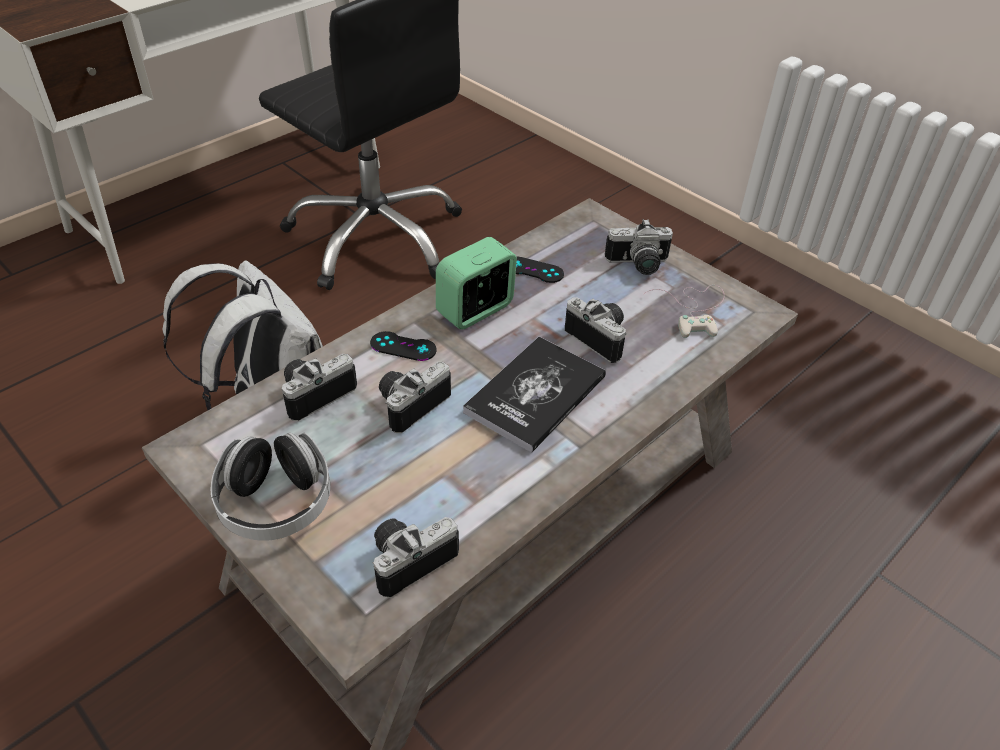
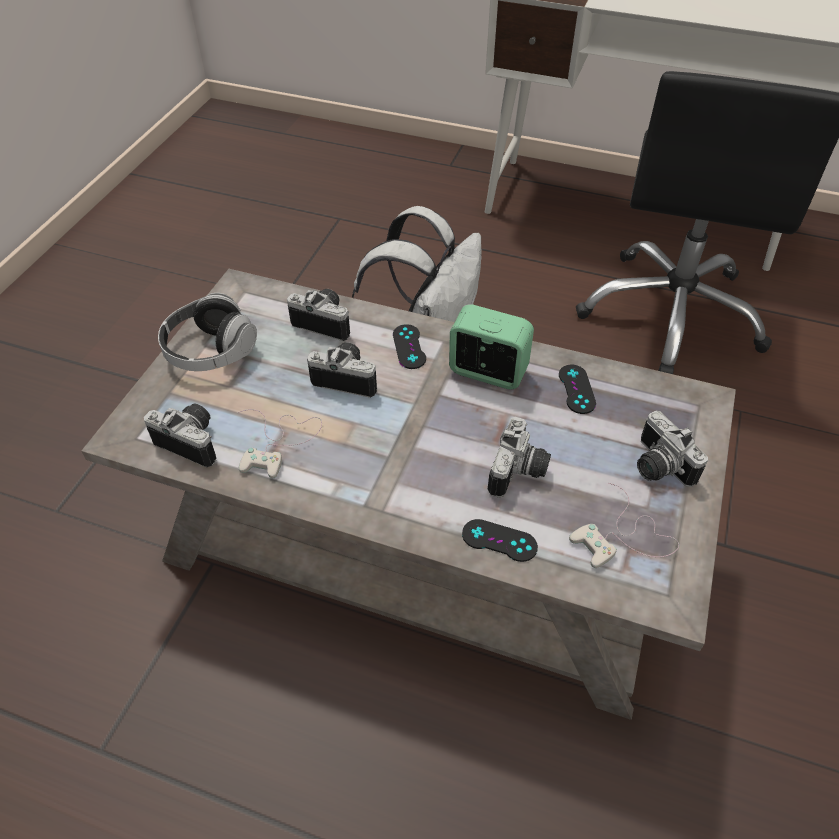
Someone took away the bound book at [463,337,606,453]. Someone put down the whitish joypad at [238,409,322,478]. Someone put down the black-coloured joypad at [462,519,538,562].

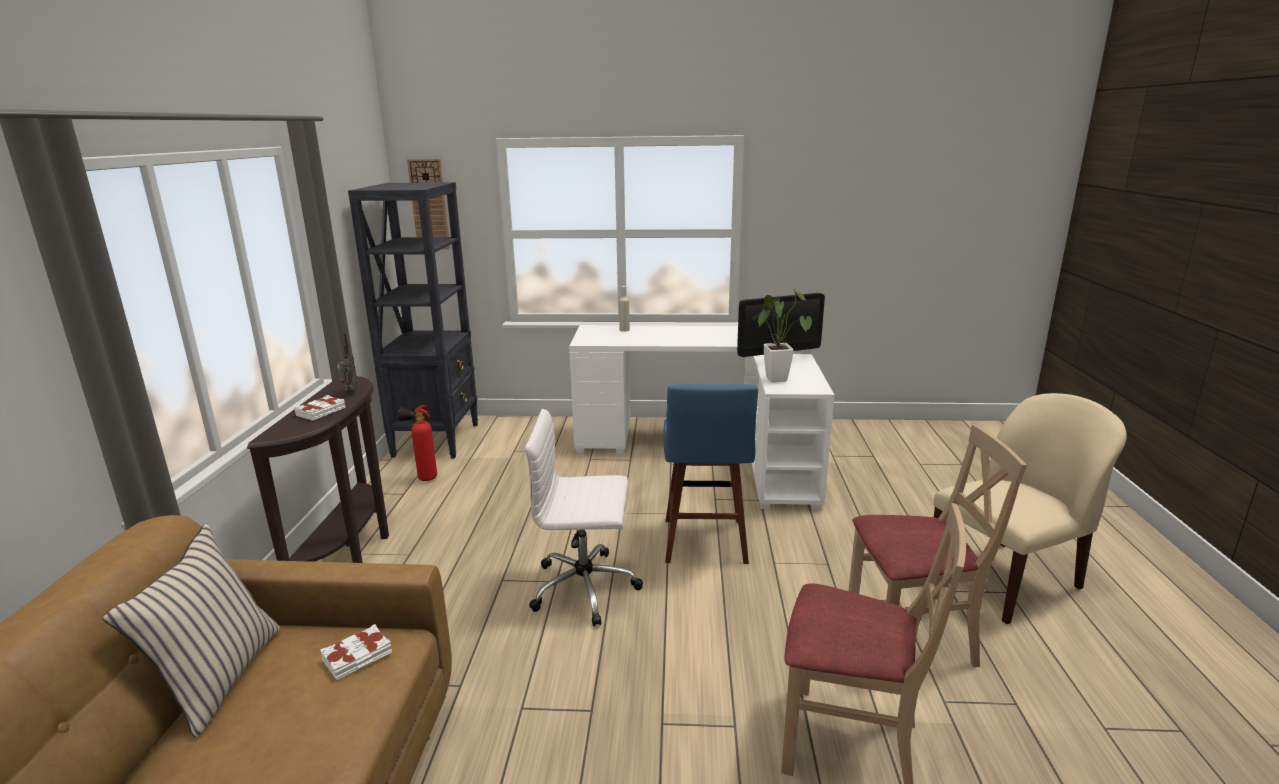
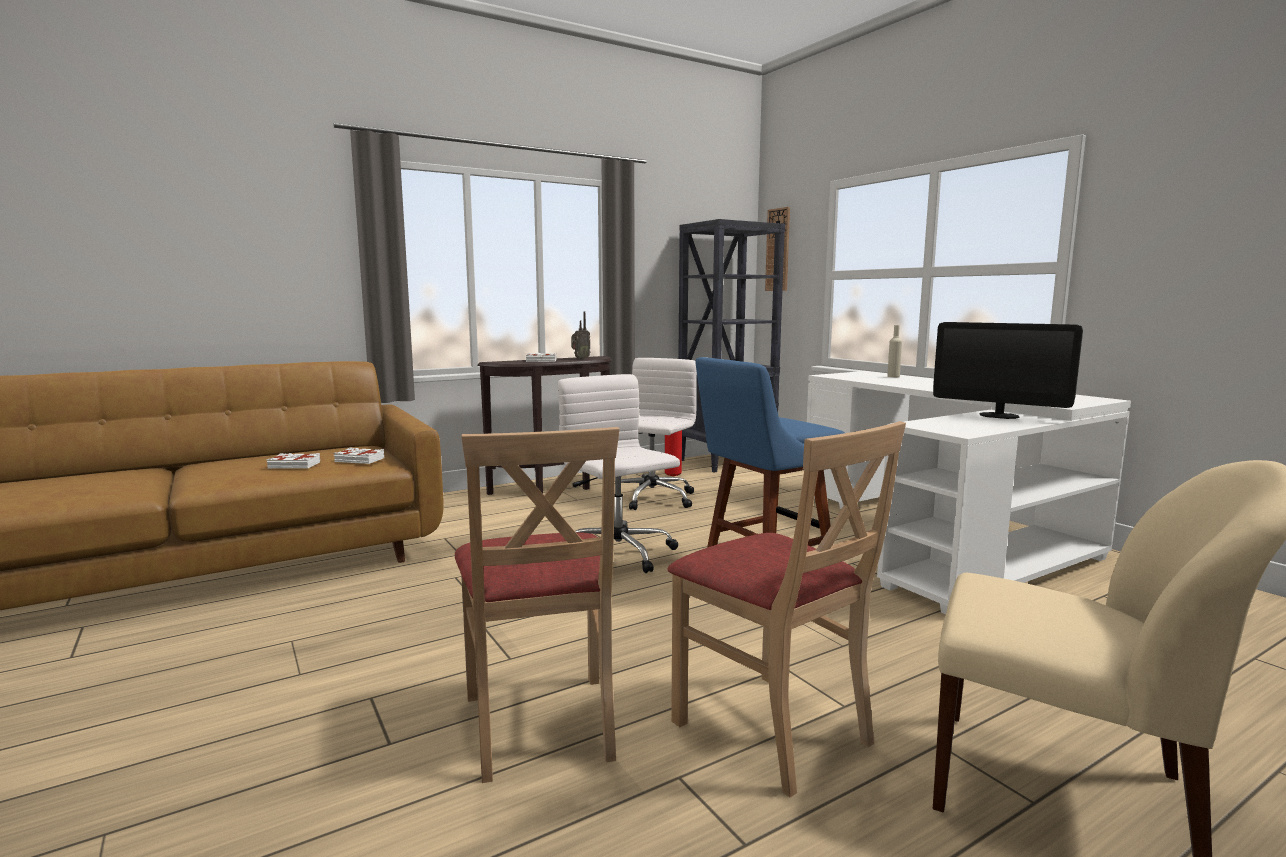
Someone took away the beige-coloured throw pillow at [102,523,280,738]. Someone took away the potted plant at [753,289,812,382]. Someone put down the whitish bound book at [266,453,320,469]. Someone put down the whitish computer chair at [621,358,697,510].

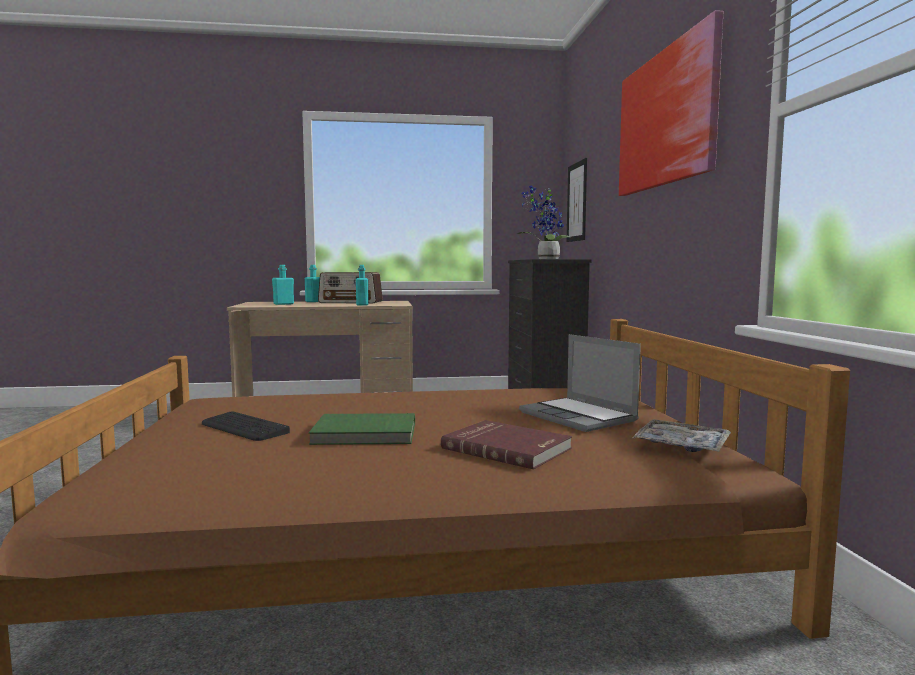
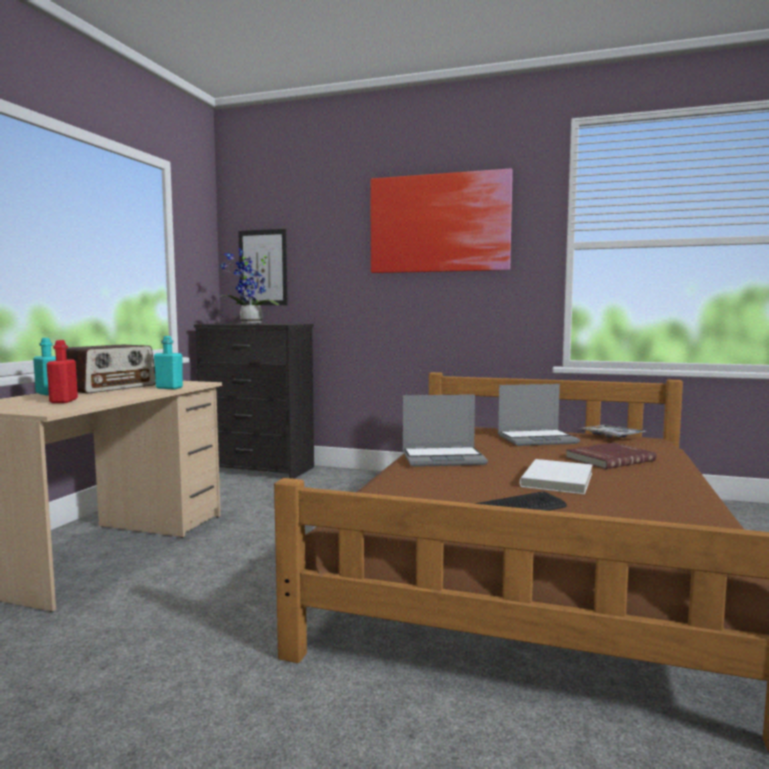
Someone repainted the turquoise bottle at [272,265,294,305], which became the red bottle at [47,340,78,403]. Someone repainted the green bound book at [309,413,415,445], which became the whitish bound book at [519,459,592,494]. Someone put down the portable computer at [403,394,488,467].

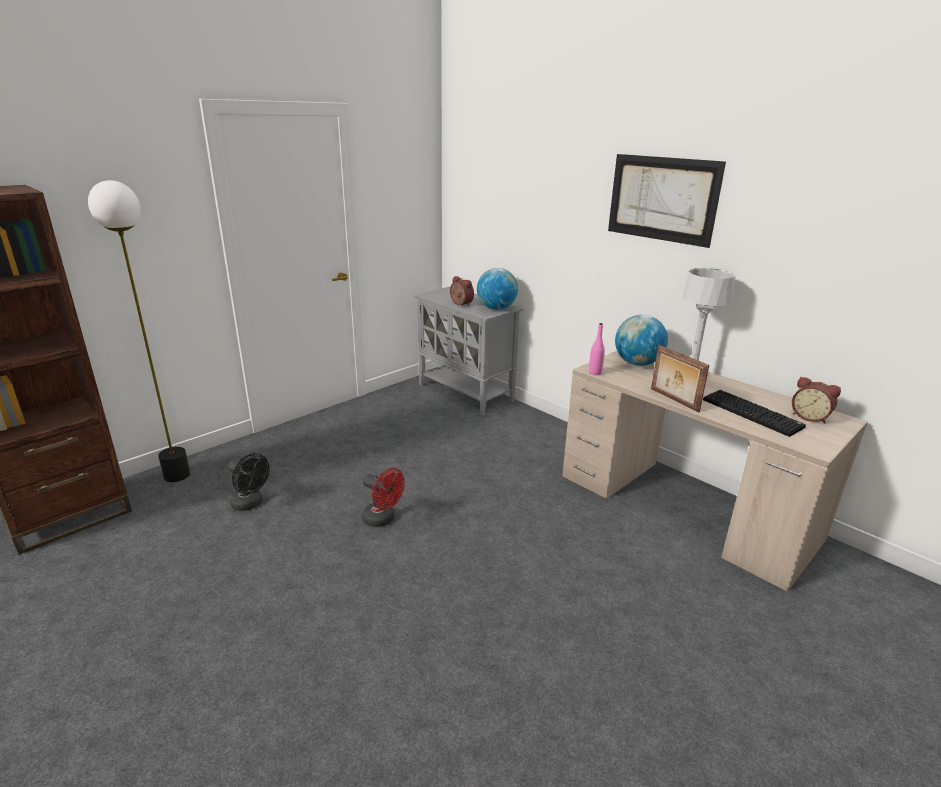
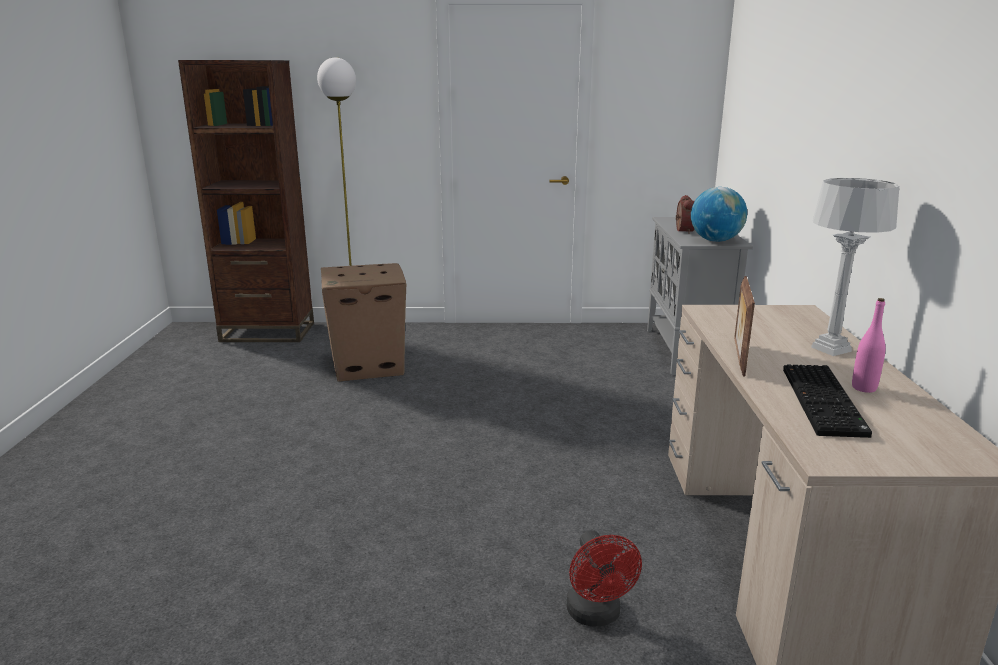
Someone swapped the black-coloured cooling fan at [228,453,270,511] for the carton at [321,263,406,382]. Someone carried the red cooling fan from [362,468,405,527] to [566,530,642,627]. Someone carried the pink bottle from [589,323,605,375] to [852,298,886,393]. Someone took away the picture at [608,154,726,248]. Someone took away the world globe at [615,315,668,366]. Someone took away the bedside clock at [792,377,841,424].

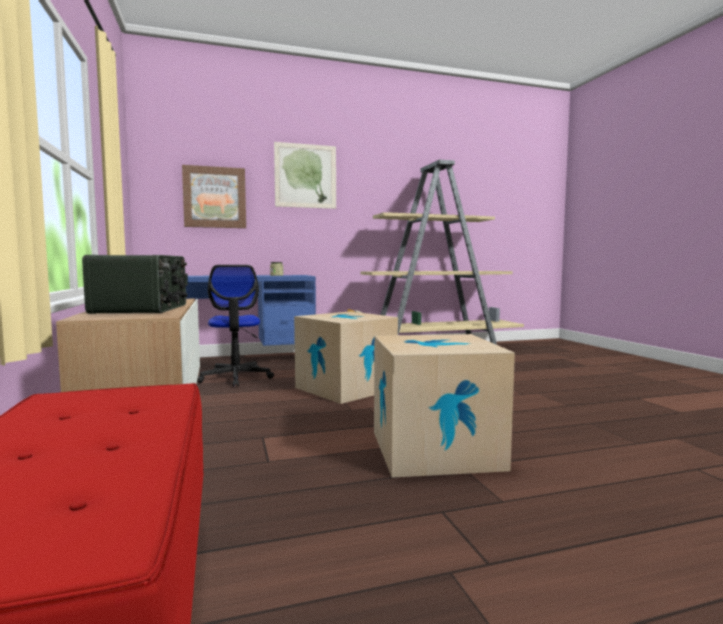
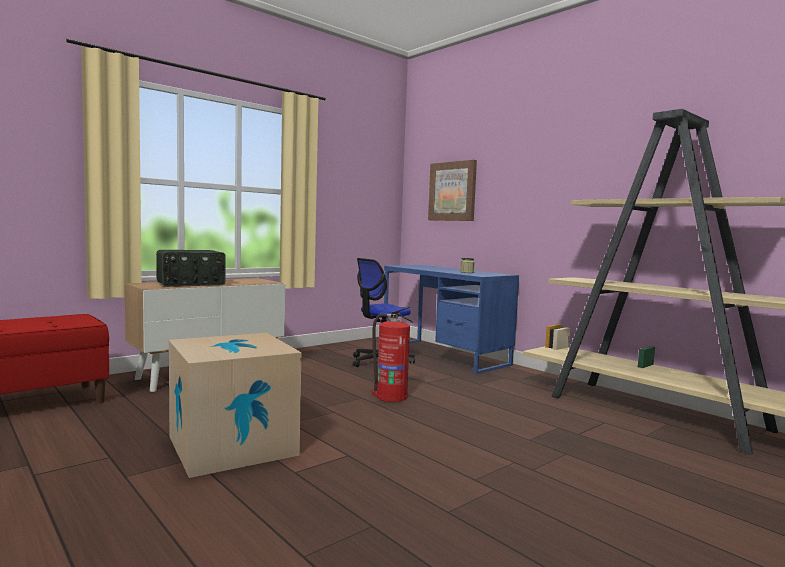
Someone took away the picture at [274,142,336,209]. Someone swapped the carton at [294,312,398,404] for the fire extinguisher at [372,307,413,402].

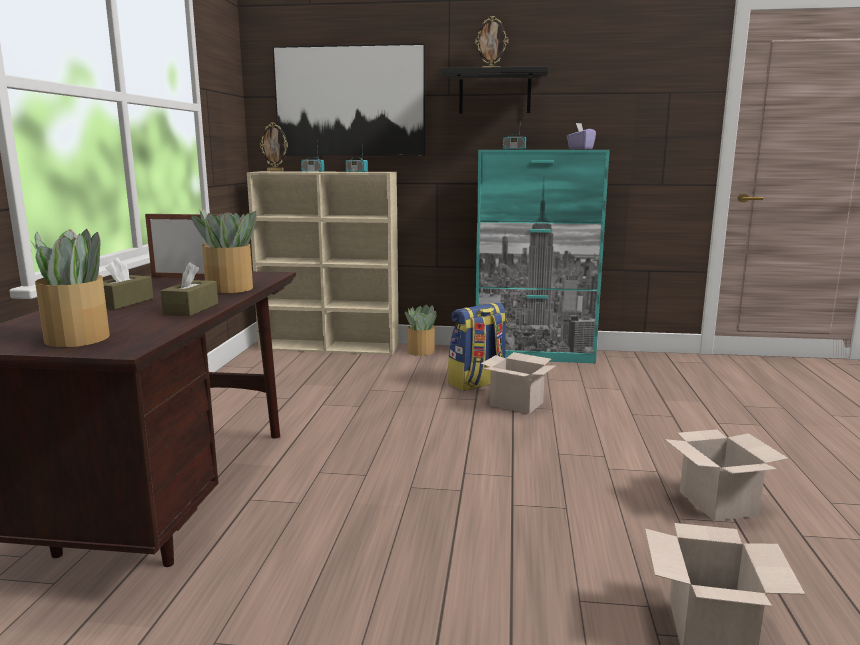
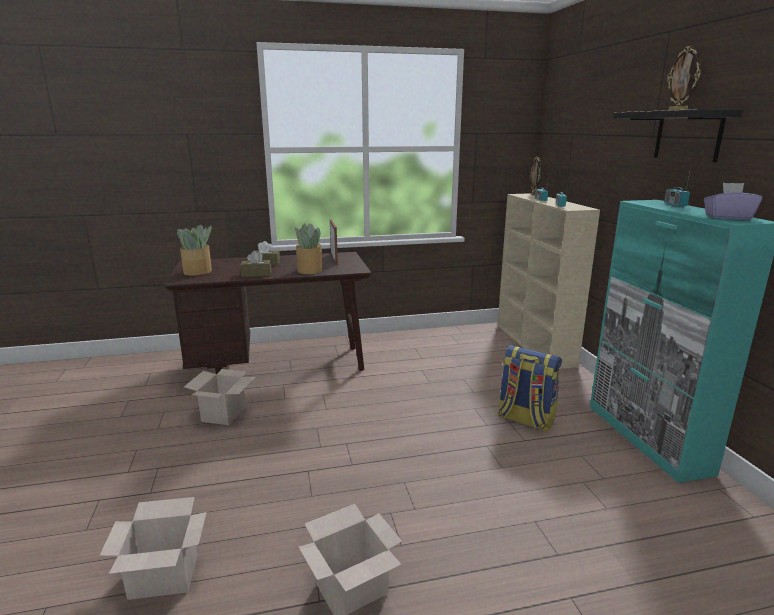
Someone took away the picture at [272,43,425,156]. Someone took away the potted plant at [405,304,437,356]. Someone carried the carton from [481,352,555,414] to [184,369,256,425].

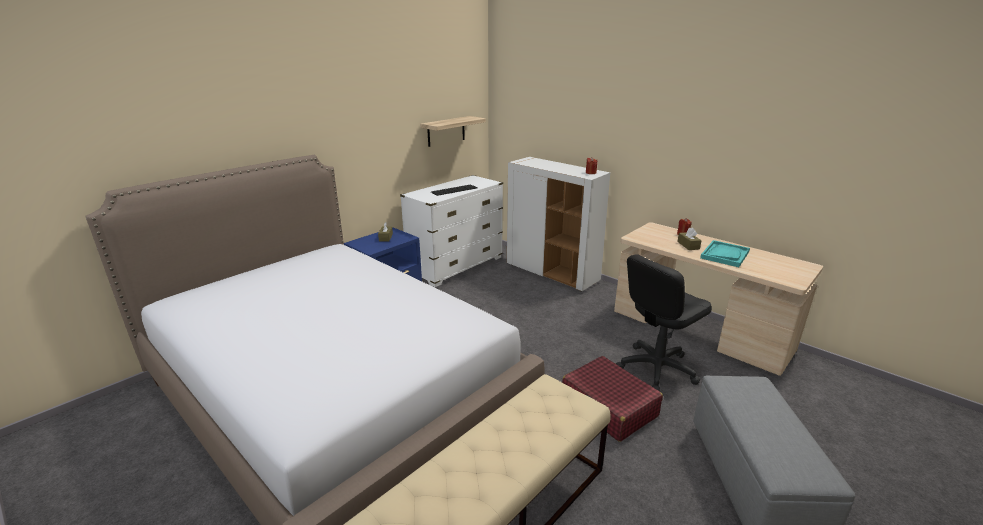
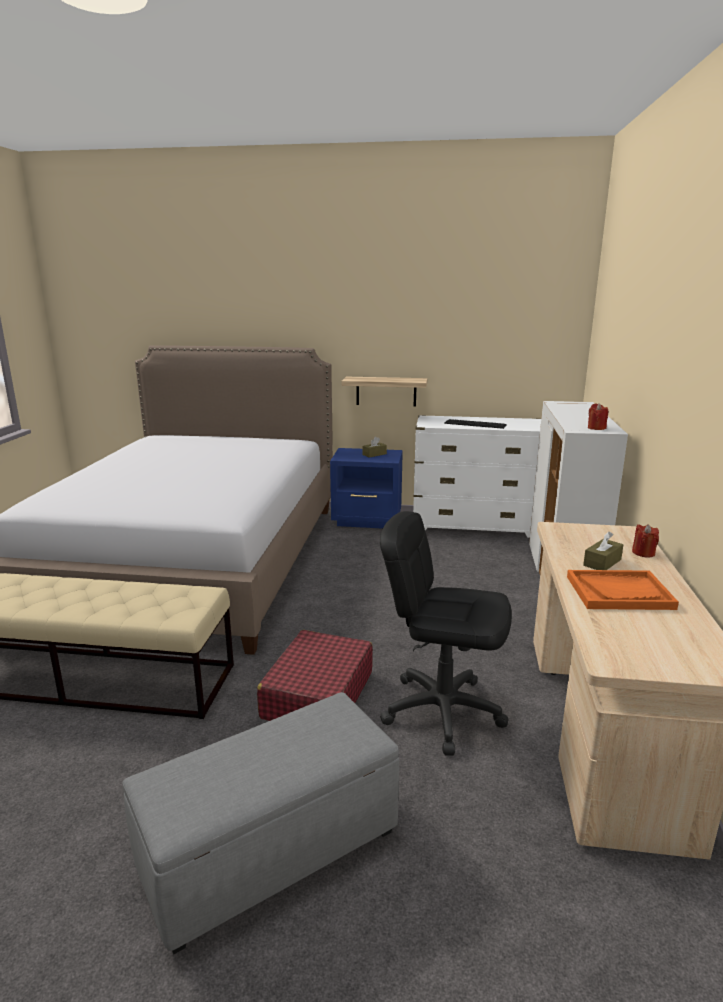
Someone carried the bracket shelf from [420,116,486,147] to [341,377,428,407]. Someone repainted the turquoise tray at [700,240,750,267], which became the orange tray at [567,570,679,610].

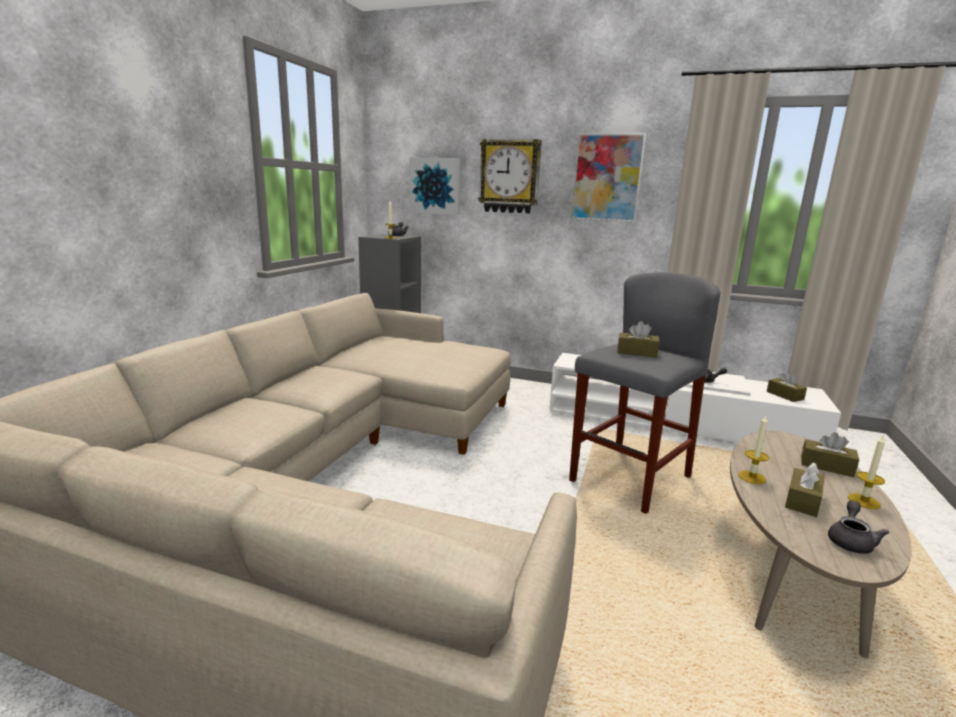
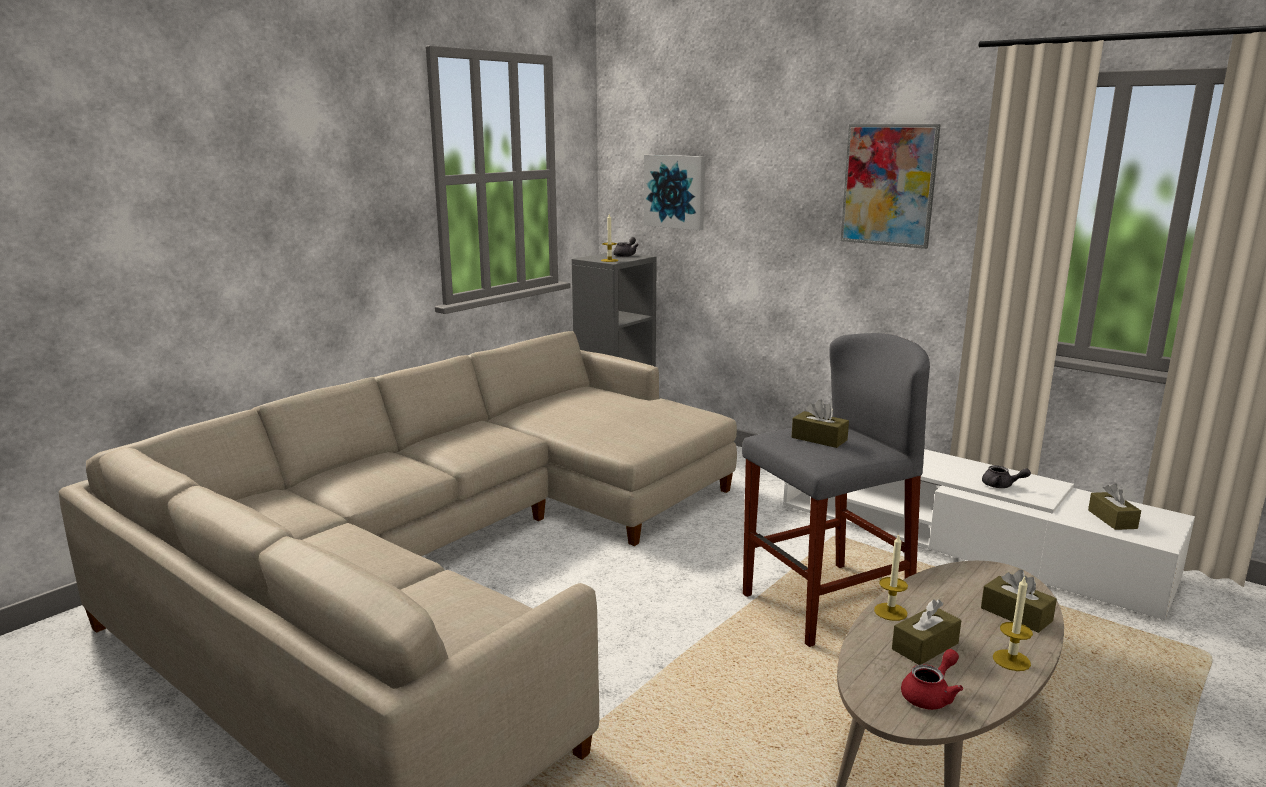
Someone took away the clock on the wall at [478,139,542,214]. Someone repainted the gray teapot at [828,500,890,554], which became the red teapot at [901,649,963,710].

